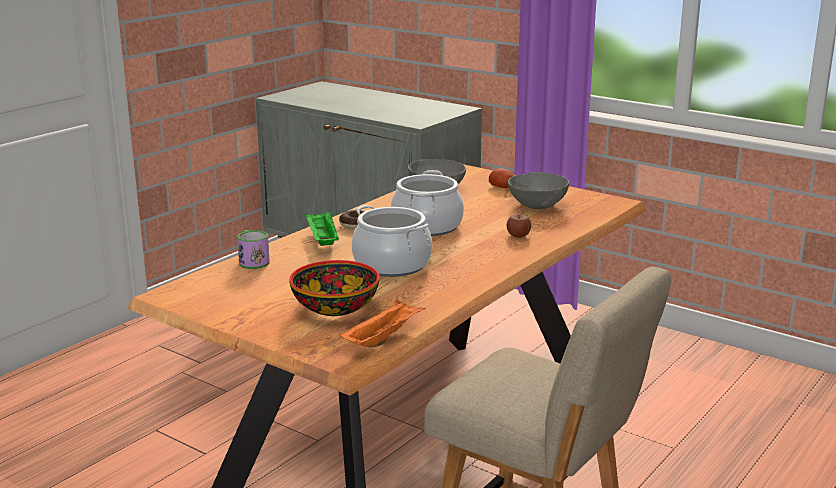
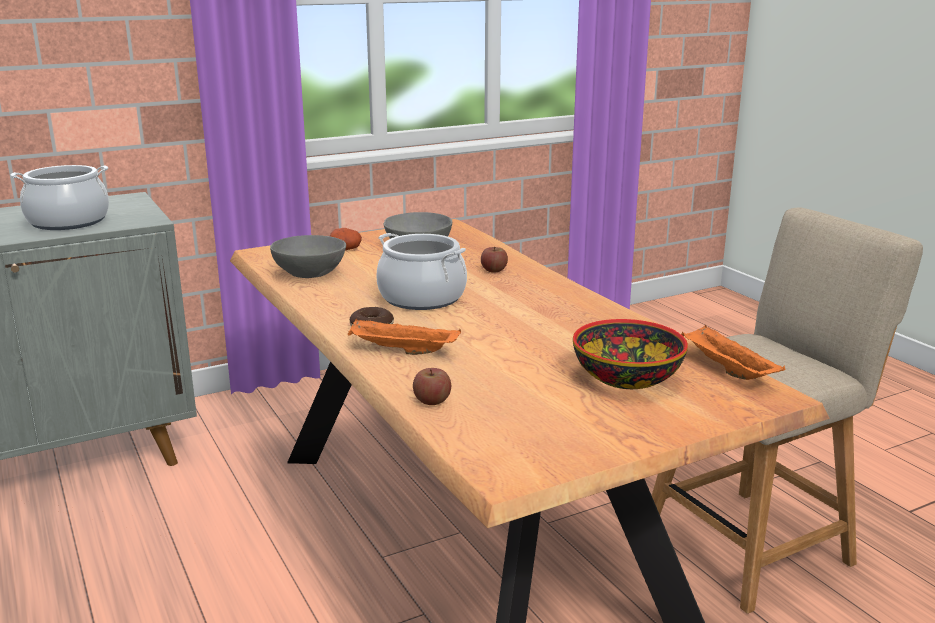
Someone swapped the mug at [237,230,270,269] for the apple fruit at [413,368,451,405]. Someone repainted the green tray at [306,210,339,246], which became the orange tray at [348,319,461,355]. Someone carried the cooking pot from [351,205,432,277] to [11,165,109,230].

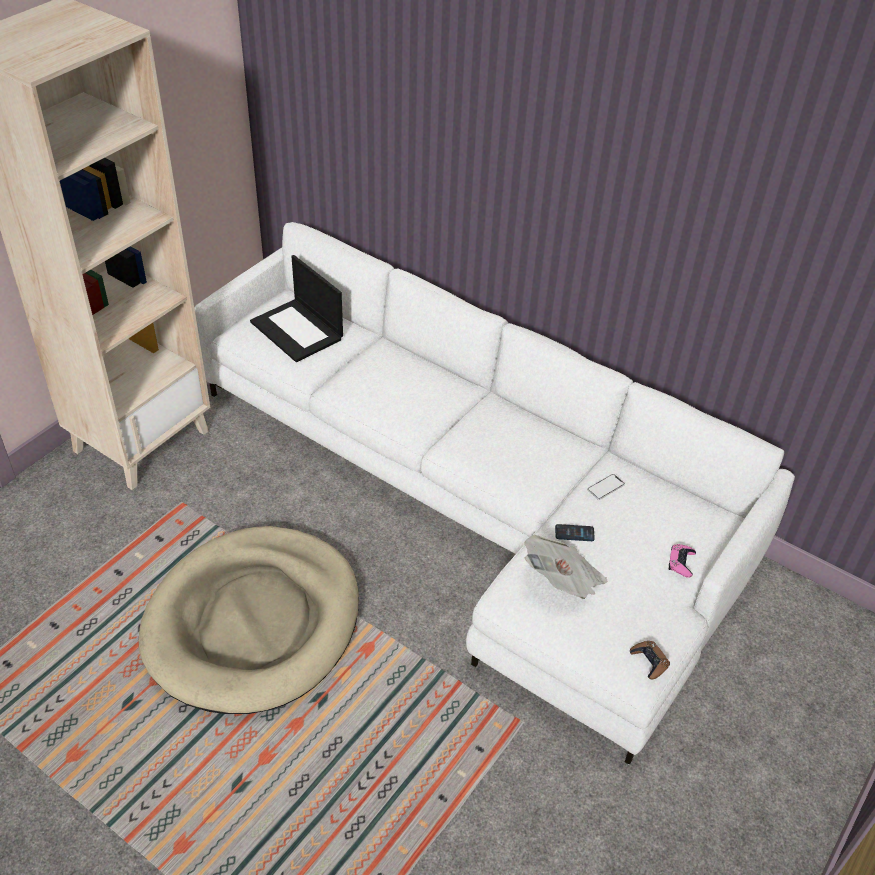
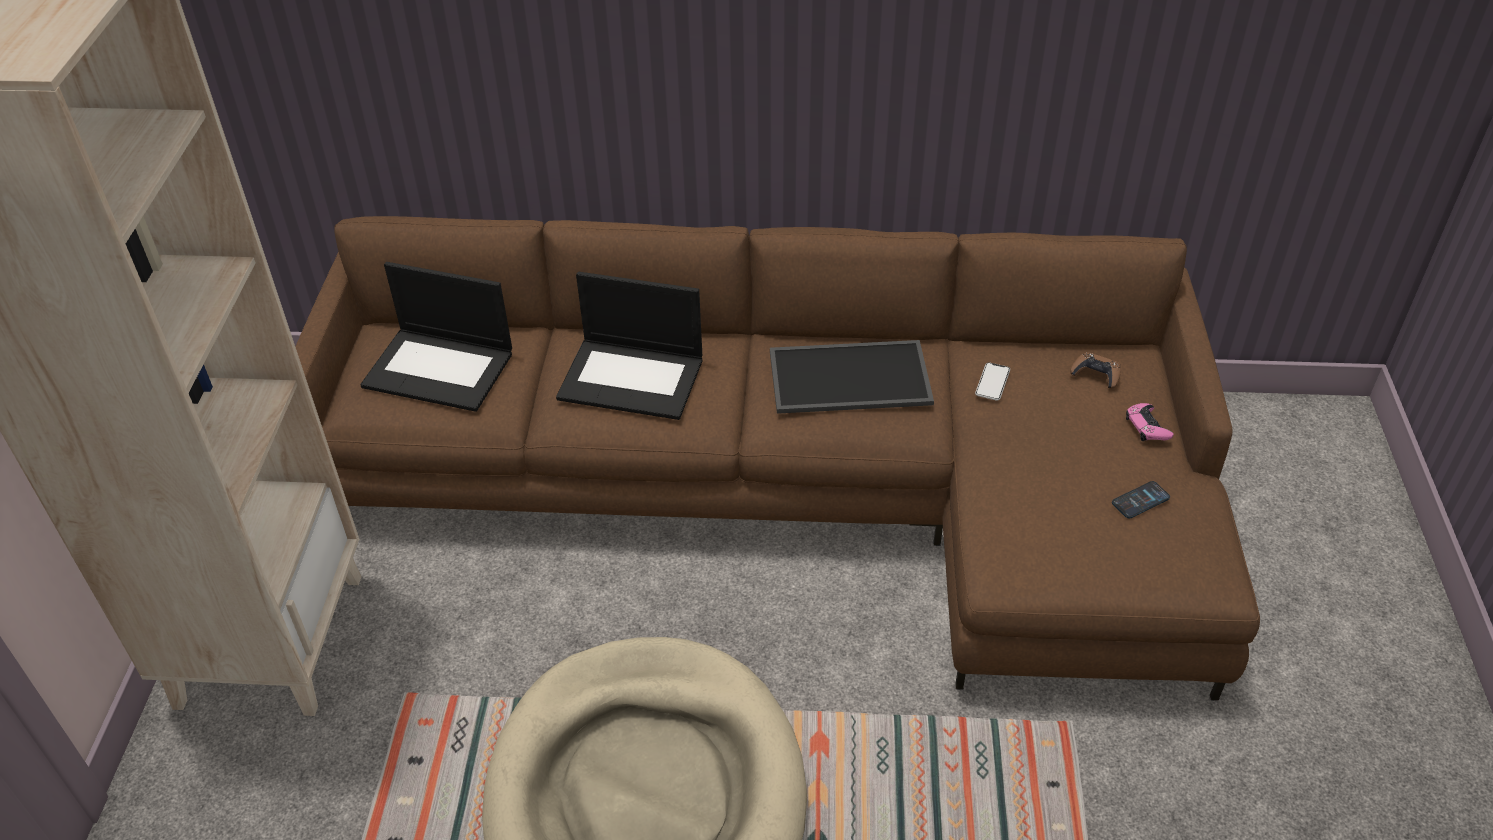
Someone repainted the whitish settee at [194,222,795,765], which became the brown settee at [295,216,1260,701]. Someone took away the printed paper at [524,535,608,599]. Someone carried the handset from [555,524,595,541] to [1112,481,1170,519]. Someone carried the brown joypad from [630,641,670,680] to [1070,352,1121,389]. Someone put down the portable computer at [556,272,702,420]. Someone put down the tray at [770,340,934,414].

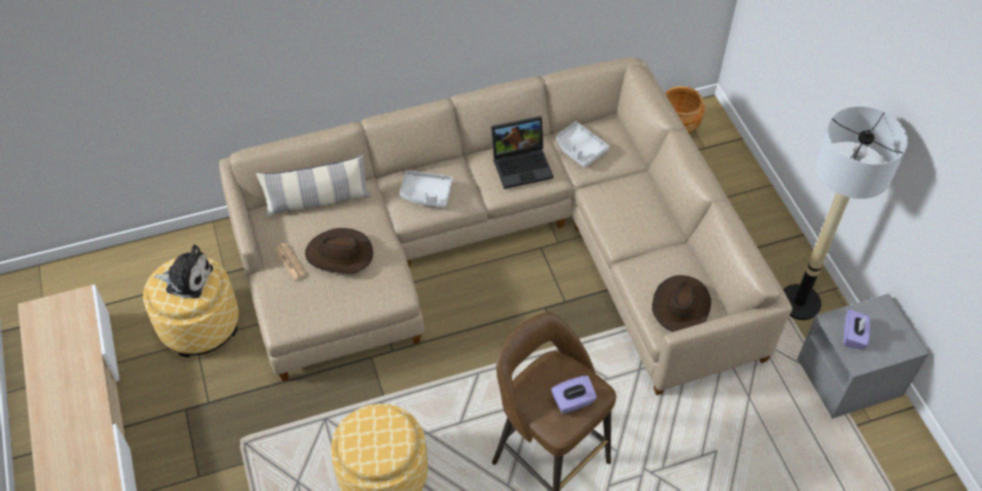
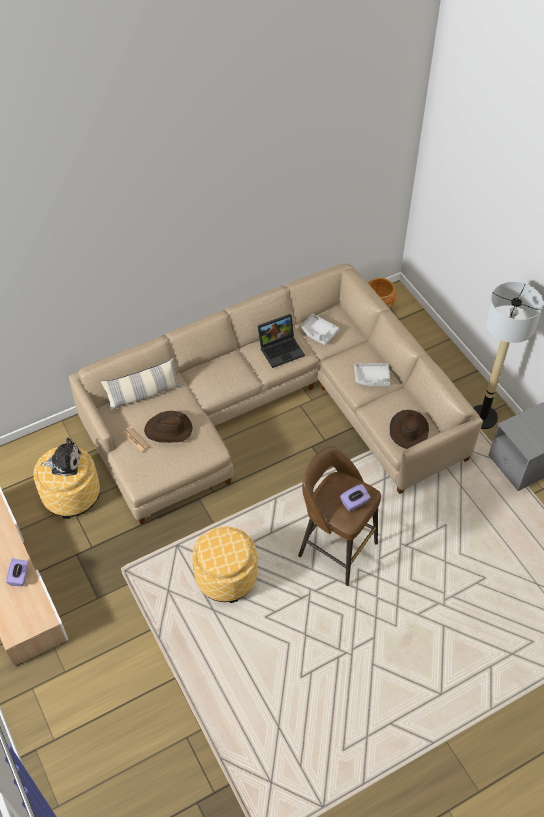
Someone carried the gray tray from [400,170,453,208] to [354,363,391,386]. Someone carried the purple tissue box from [843,309,870,349] to [6,558,28,586].

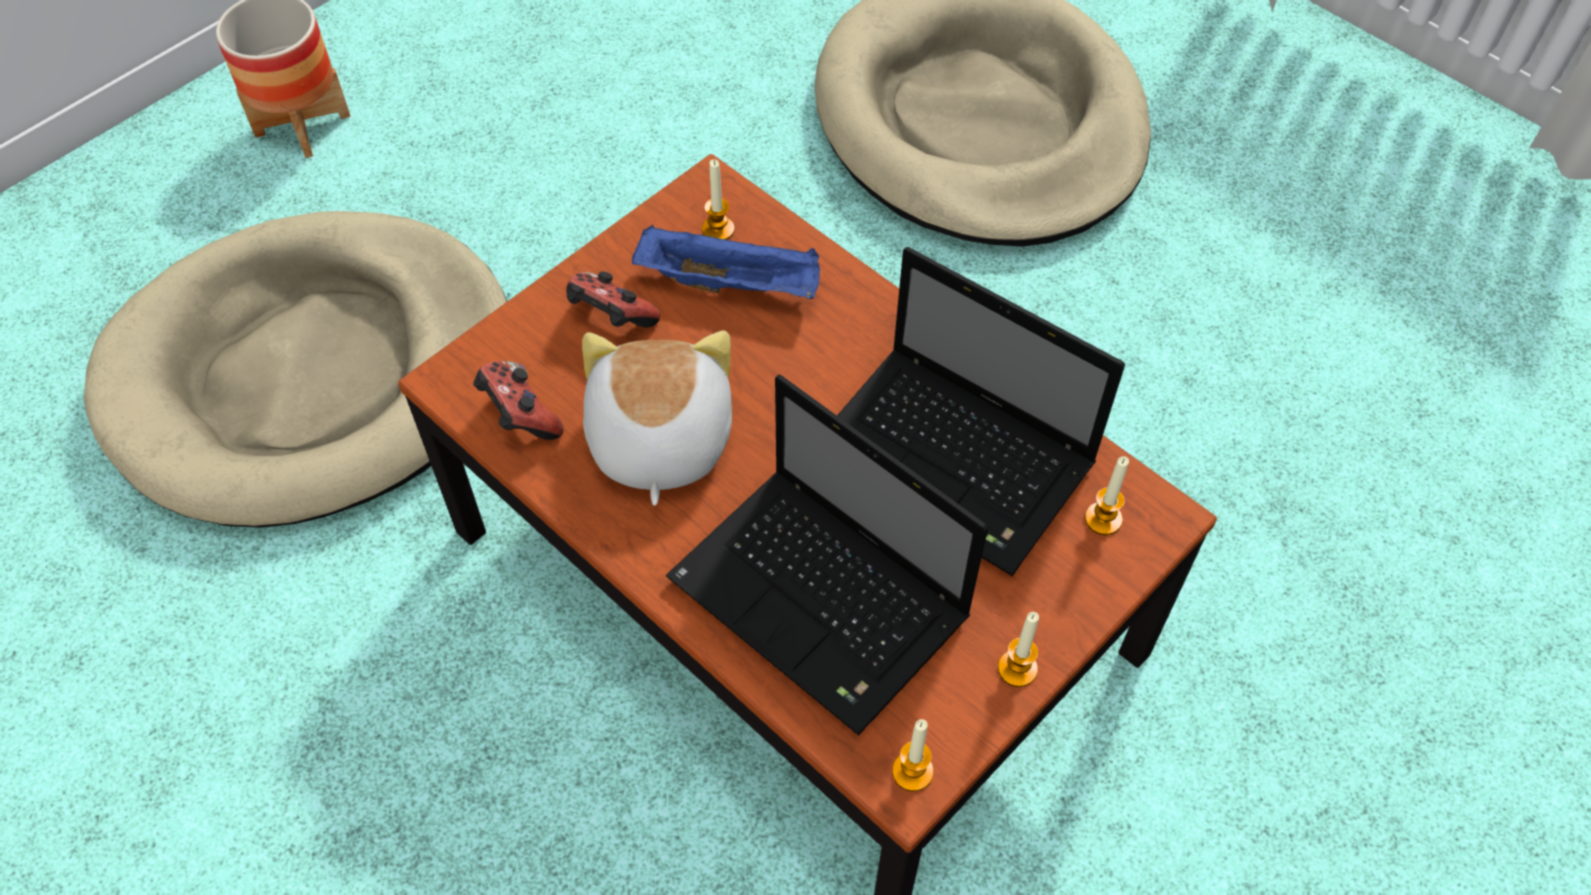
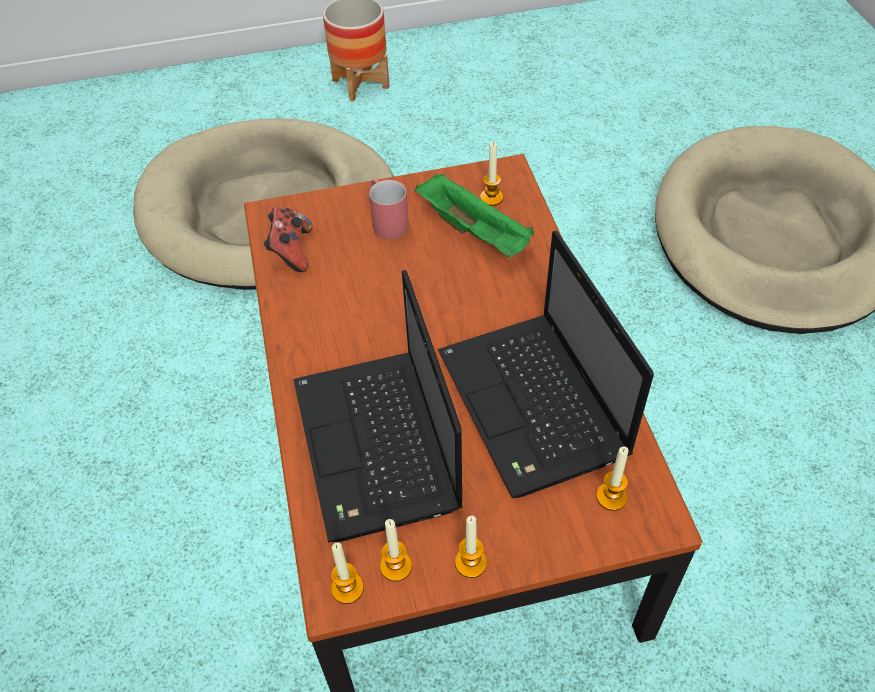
Someone swapped the joypad at [566,271,660,328] for the red mug at [369,179,409,239]. Someone took away the soft toy at [582,330,732,506]. Someone repainted the blue tray at [632,225,820,299], which became the green tray at [415,174,534,257]. Someone put down the wax candle at [380,519,412,582].

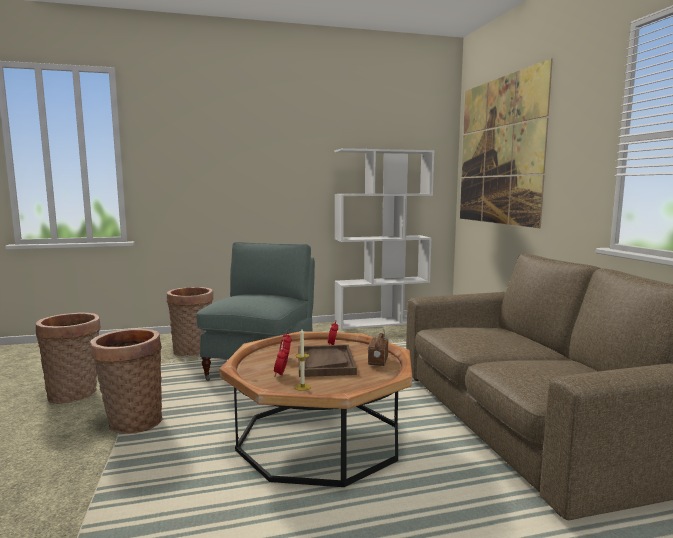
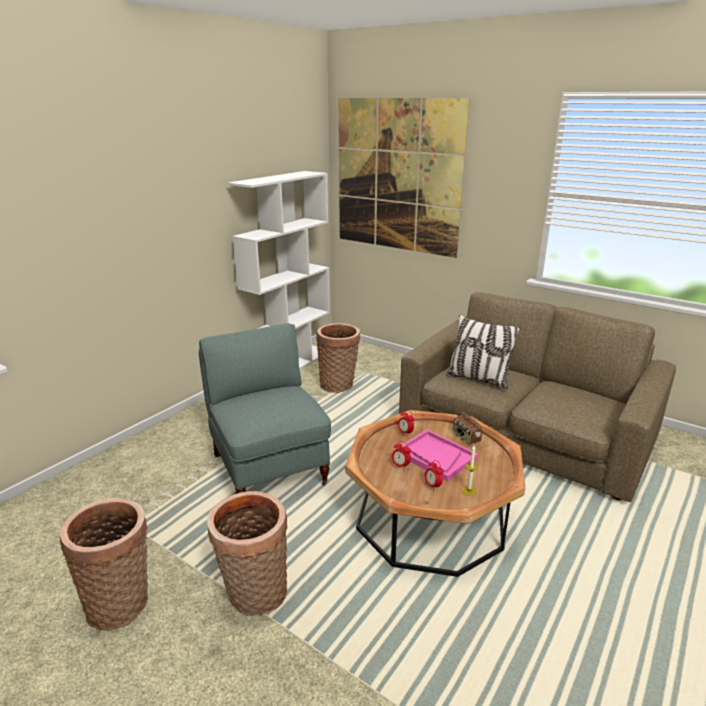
Someone carried the storage basket from [167,287,214,356] to [316,323,361,393]. Someone repainted the brown tray at [298,345,357,377], which became the pink tray at [396,430,478,482]. Someone put down the throw pillow at [446,315,520,389].

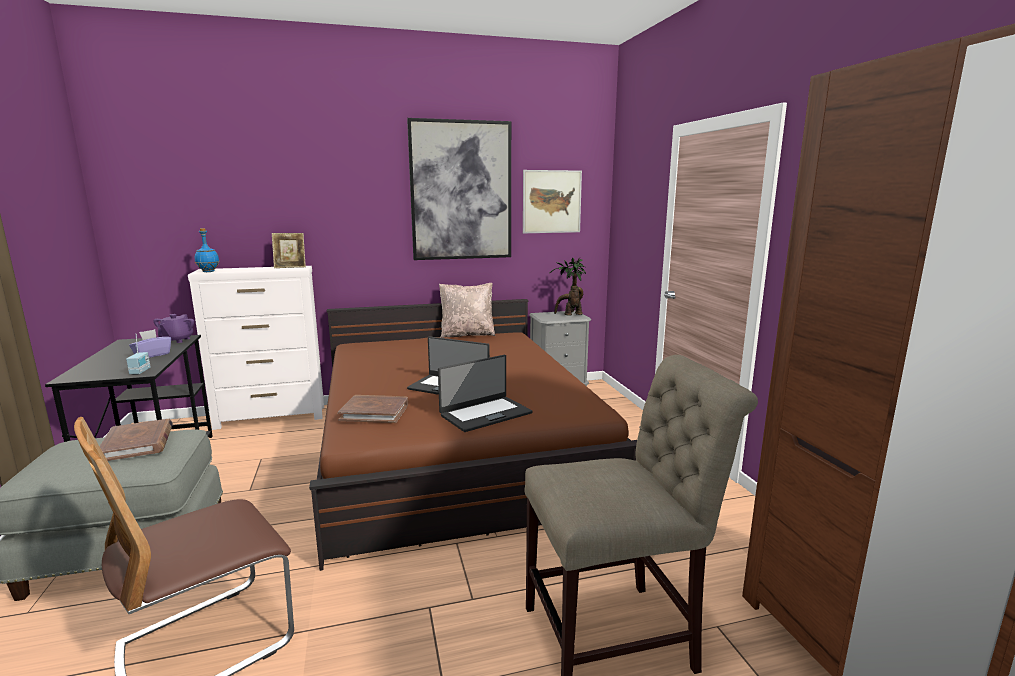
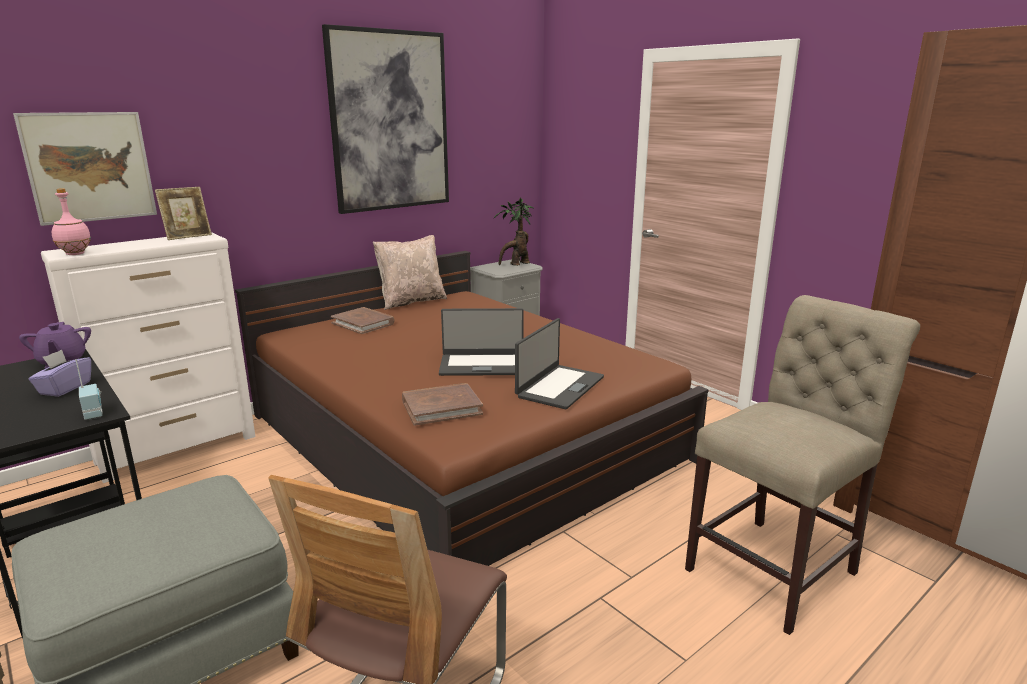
Someone carried the brown bound book from [100,419,173,461] to [331,307,395,334]. Someone repainted the blue bottle at [195,228,219,272], which became the pink bottle at [52,188,91,255]. Someone carried the picture from [523,170,582,233] to [13,112,157,226].

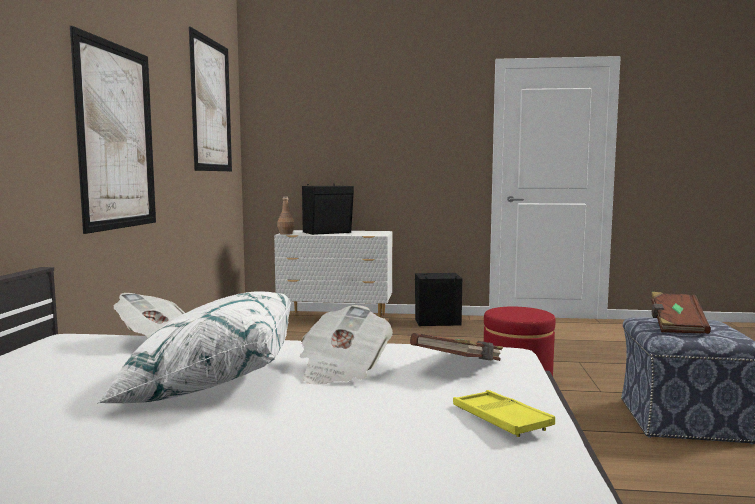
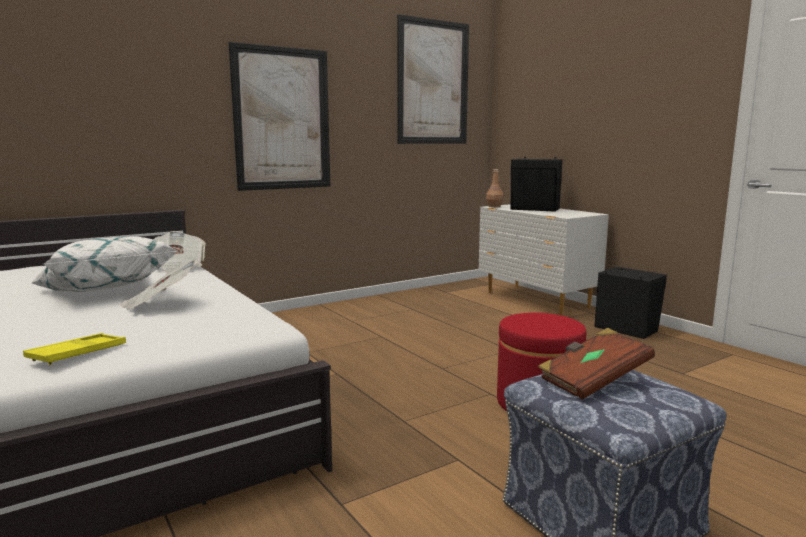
Someone took away the brown bound book at [410,333,503,361].

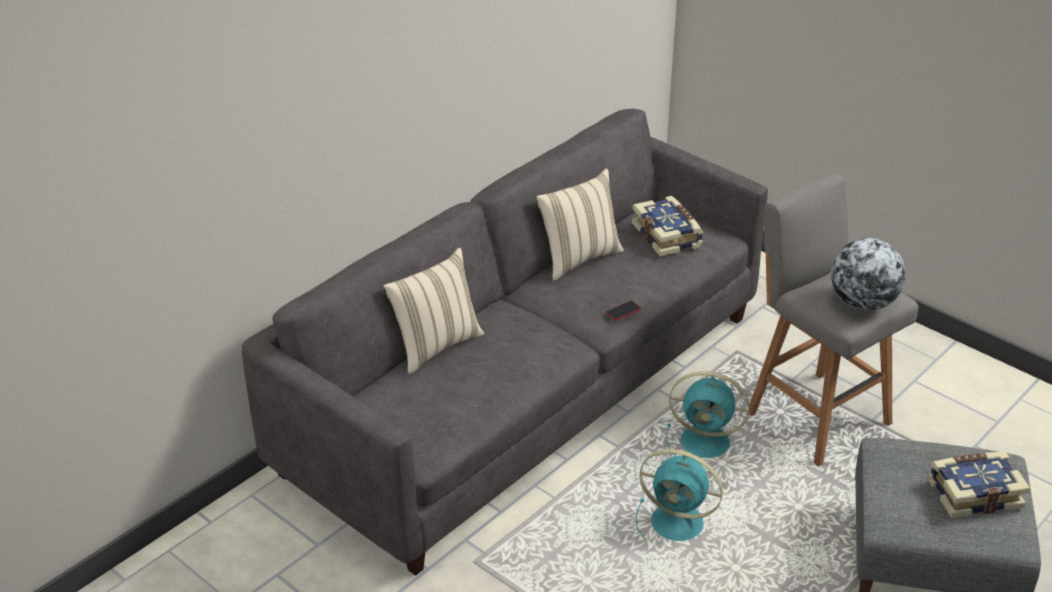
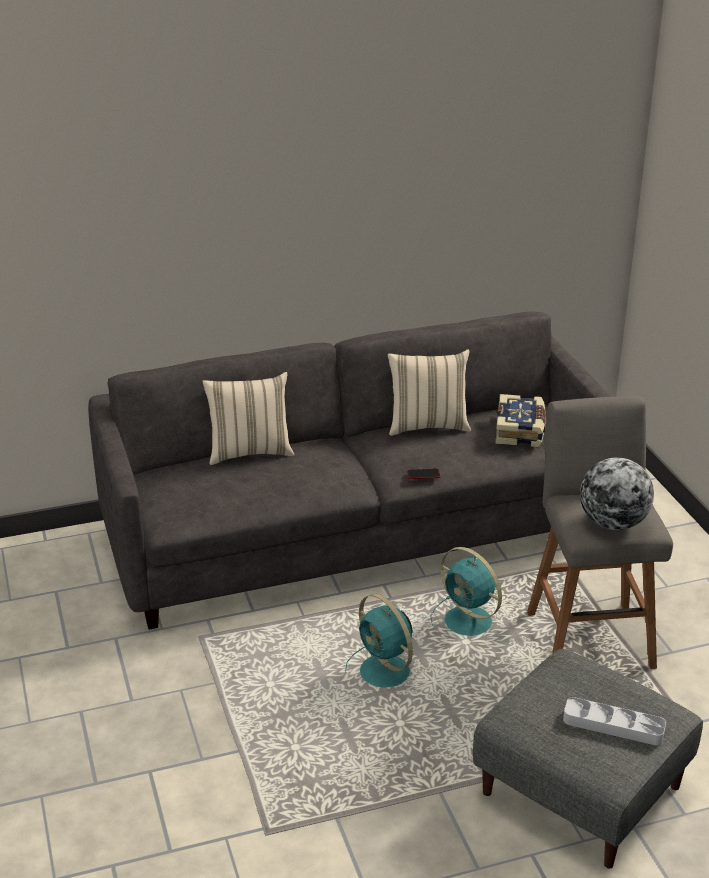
Someone swapped the bound book at [929,451,1030,518] for the gray tray at [563,697,666,745].

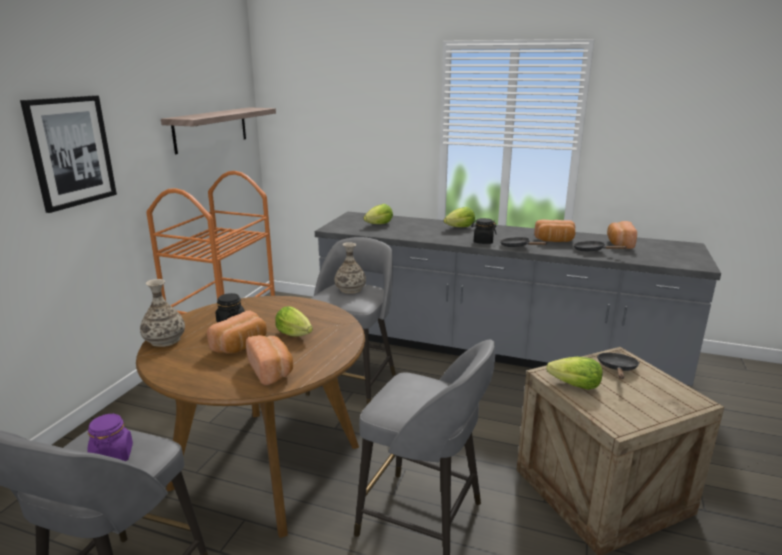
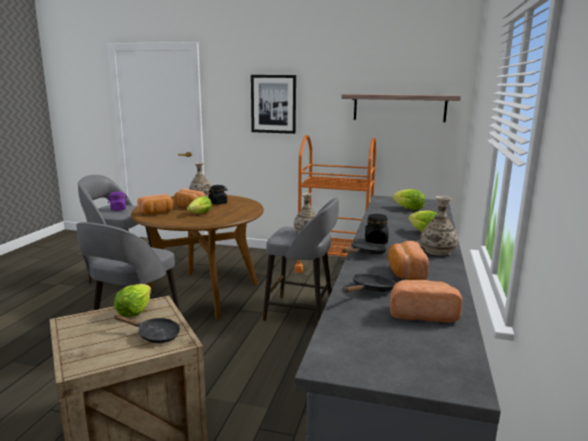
Someone put down the decorative vase at [420,196,458,256].

